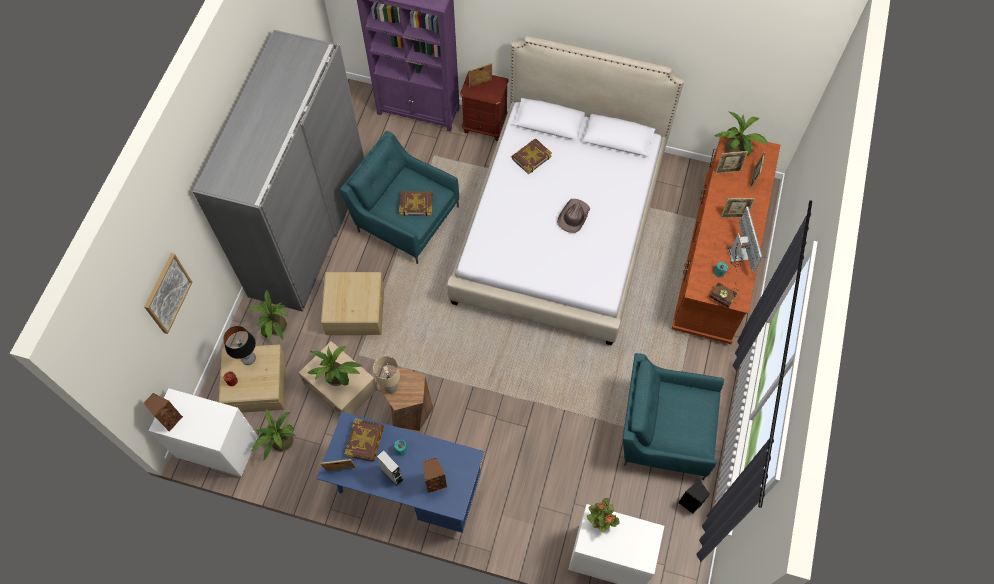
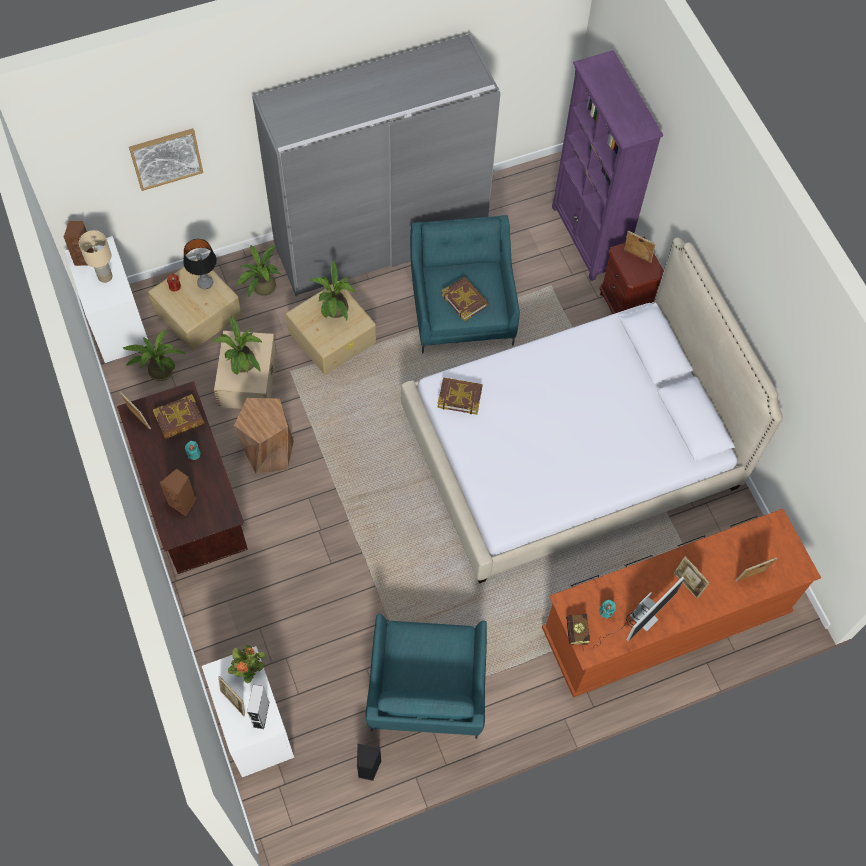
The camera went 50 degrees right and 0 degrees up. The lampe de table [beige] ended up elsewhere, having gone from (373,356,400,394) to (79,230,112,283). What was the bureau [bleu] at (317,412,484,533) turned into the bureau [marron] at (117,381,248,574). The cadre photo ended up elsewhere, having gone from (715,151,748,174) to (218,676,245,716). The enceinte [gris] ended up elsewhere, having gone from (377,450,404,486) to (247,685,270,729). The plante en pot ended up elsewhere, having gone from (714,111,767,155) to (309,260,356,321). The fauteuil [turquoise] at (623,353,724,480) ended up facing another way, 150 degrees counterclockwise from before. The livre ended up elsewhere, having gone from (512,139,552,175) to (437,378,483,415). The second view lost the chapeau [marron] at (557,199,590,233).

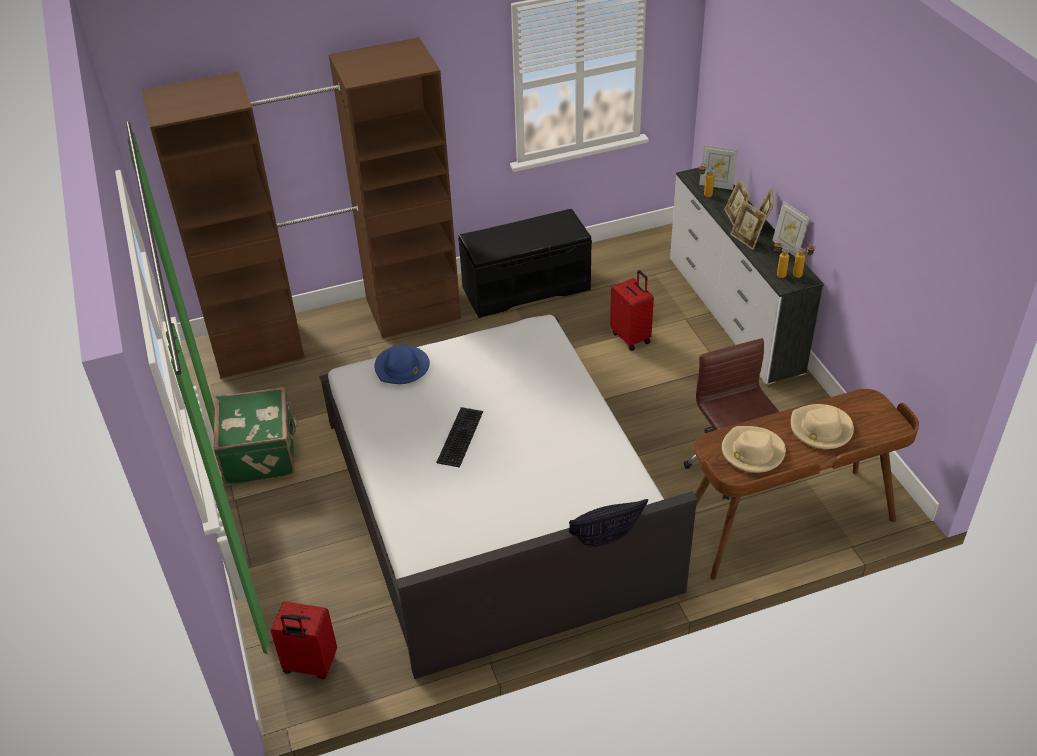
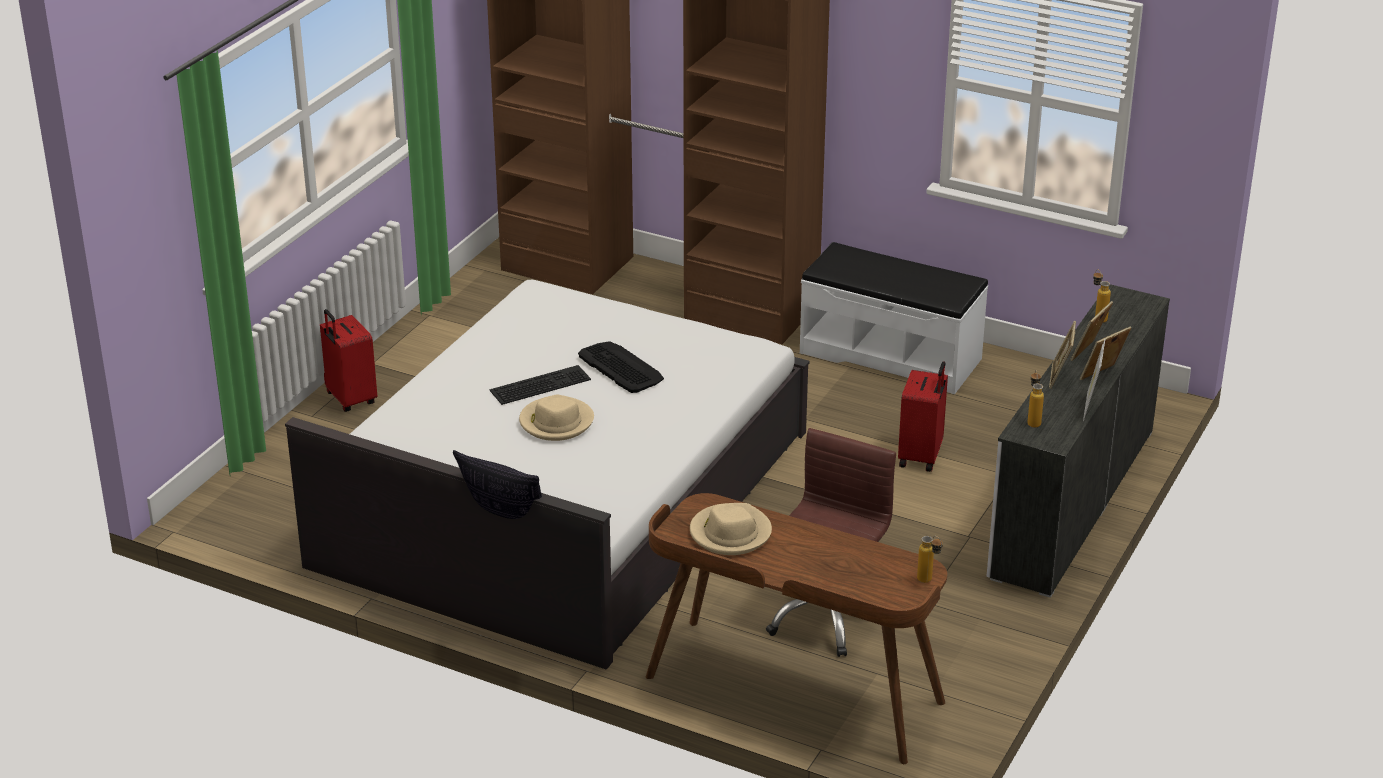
The camera went 45 degrees right and 10 degrees down. The valise [rouge] ended up elsewhere, having gone from (271,602,337,679) to (320,309,377,412). The chapeau [beige] ended up elsewhere, having gone from (791,404,854,449) to (519,395,594,441). The second view gained the clavier at (578,341,664,393). What was the banc [noir] at (458,209,592,318) turned into the banc [blanc] at (800,242,988,394). The bouteille ended up elsewhere, having gone from (793,244,816,278) to (917,536,943,583). The second view lost the valise [vert] at (214,387,298,485). The second view lost the chapeau [bleu] at (374,345,430,384). The second view lost the cadre photo at (699,145,738,190).

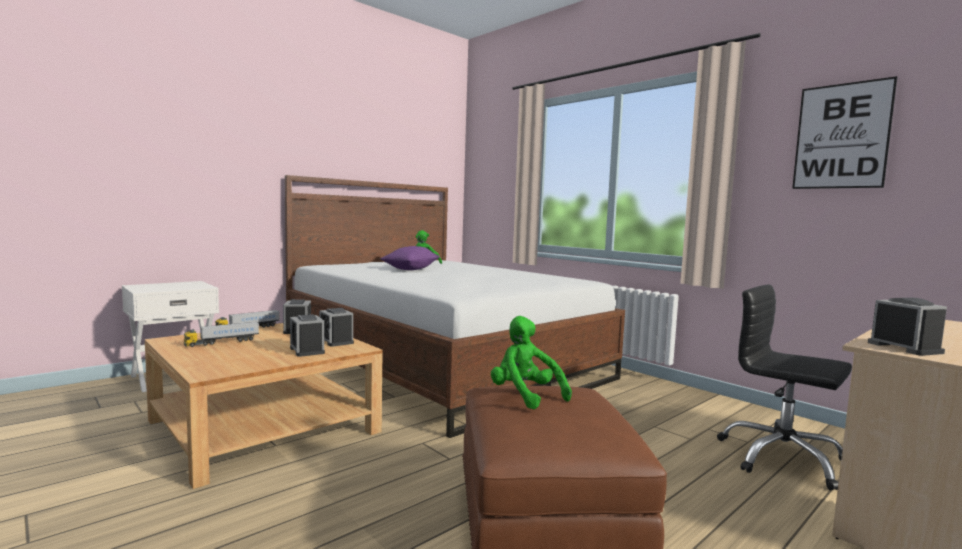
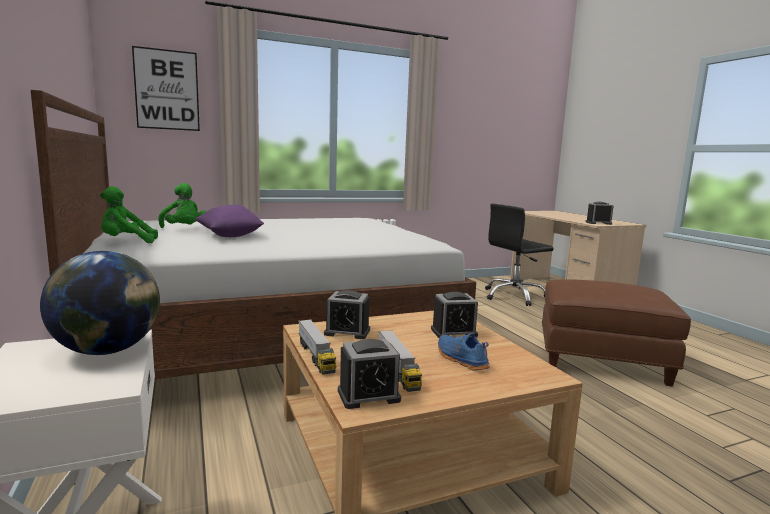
The camera went 70 degrees left and 5 degrees up. The second view gained the globe at (40,251,160,355). The peluche [vert] ended up elsewhere, having gone from (491,316,572,409) to (100,186,158,243). The tableau ended up elsewhere, having gone from (792,76,897,189) to (132,46,200,131). The réveil ended up elsewhere, having gone from (319,308,354,347) to (338,339,401,409). The second view gained the chaussure [bleu] at (438,333,490,371).

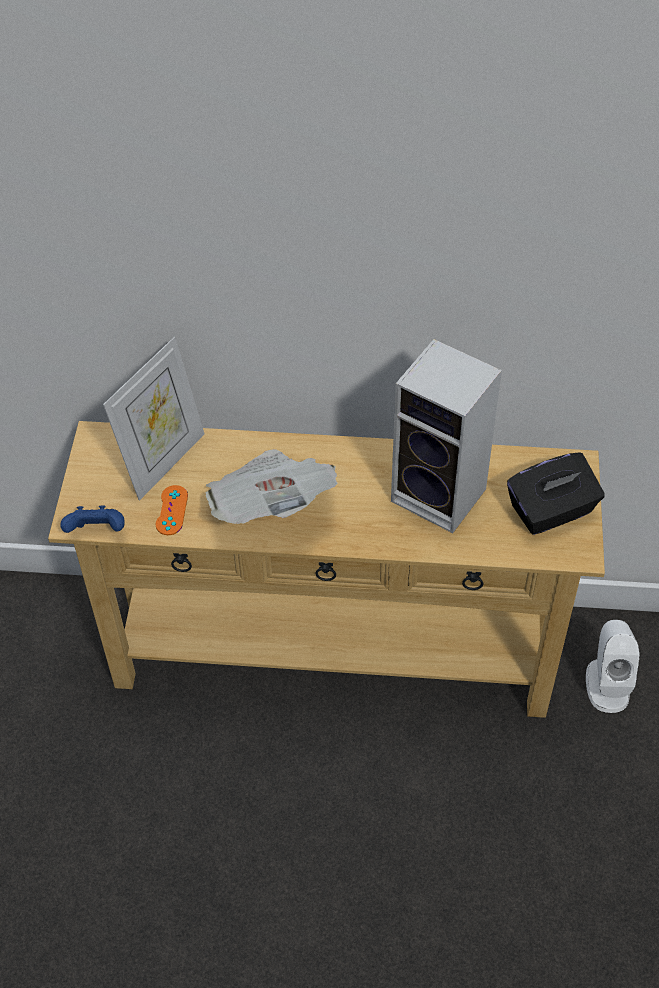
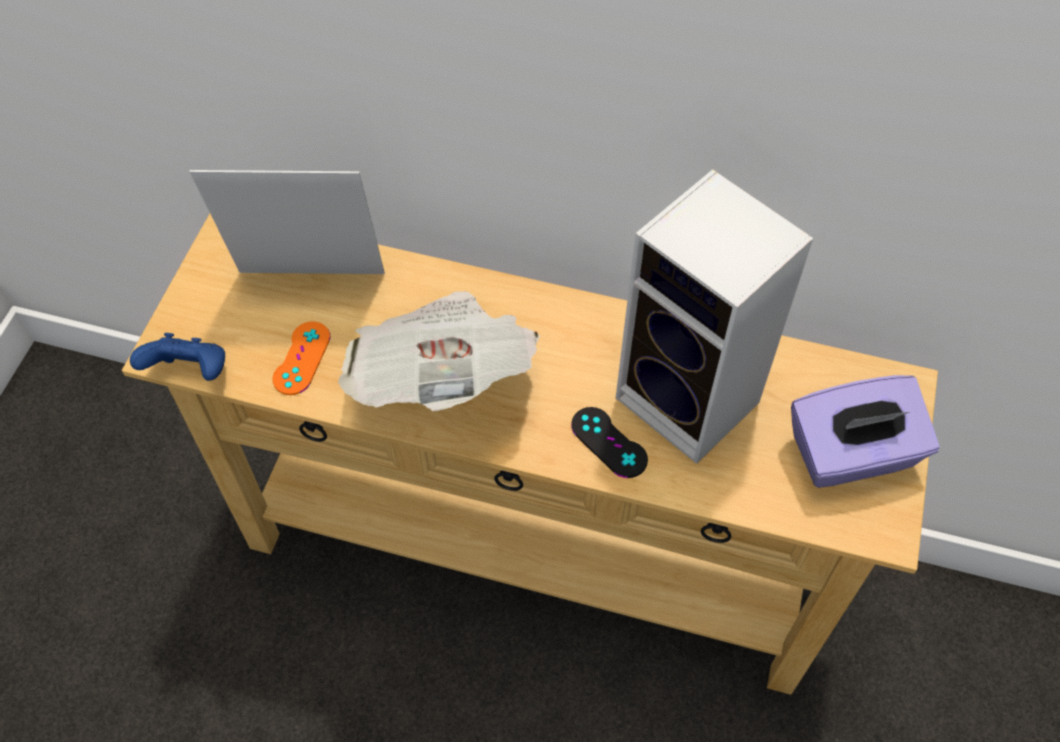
The camera went 10 degrees right and 5 degrees up. The cadre photo at (103,337,204,501) ended up facing another way, 135 degrees counterclockwise from before. The second view gained the manette [noir] at (571,407,648,478). What was the boîte à mouchoirs [noir] at (507,452,605,535) turned into the boîte à mouchoirs [violet] at (791,375,940,488). The second view lost the enceinte [blanc] at (586,620,640,713).

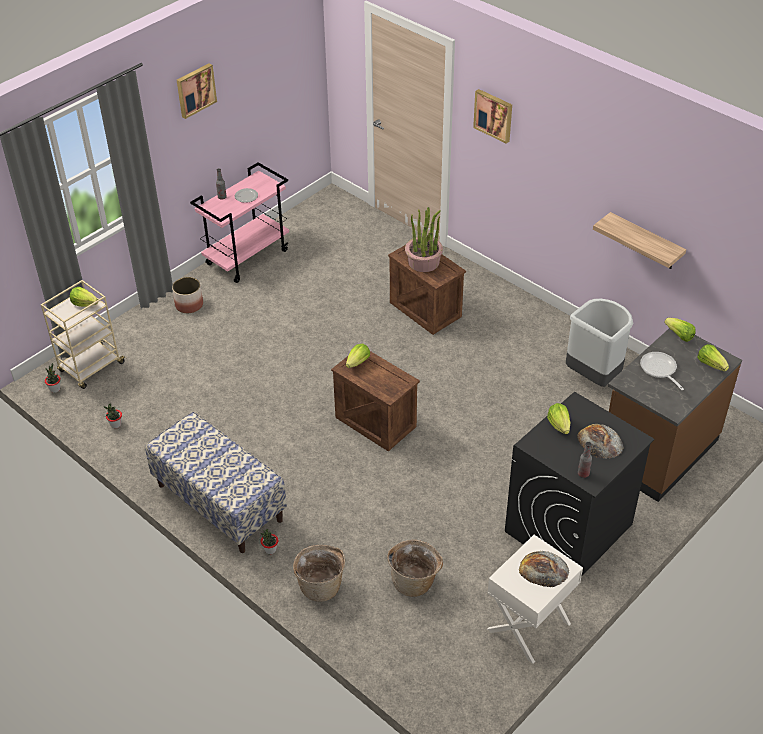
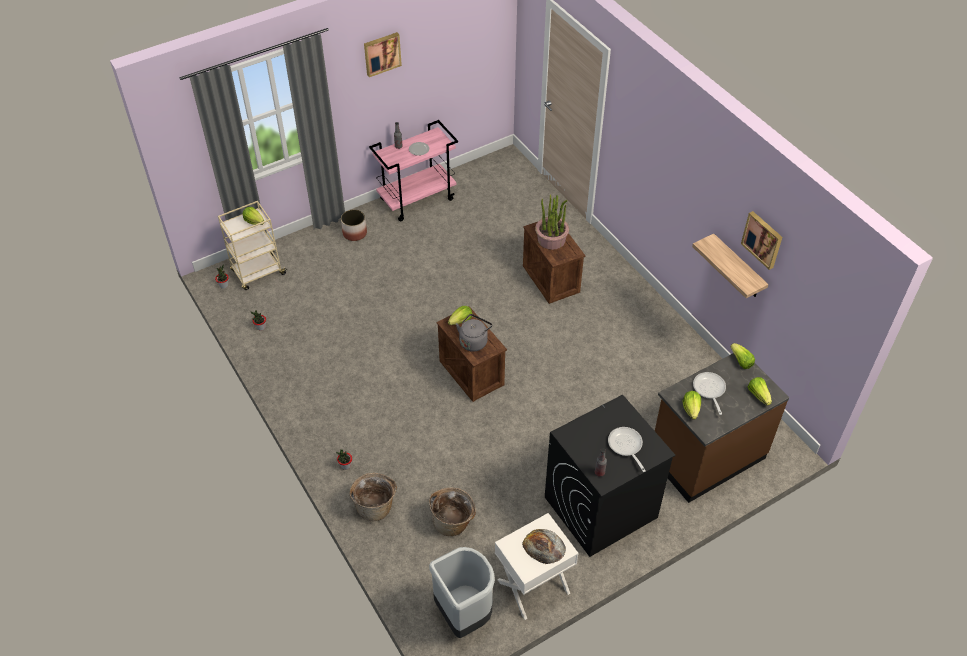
The camera went 15 degrees right and 5 degrees up. The poubelle [gris] ended up elsewhere, having gone from (566,299,633,387) to (429,547,495,638). The second view gained the bouilloire [gris] at (456,314,492,352). Where the pain stood at (577,424,624,459), the poêle came to stand at (608,427,646,472). The laitue ended up elsewhere, having gone from (547,403,570,434) to (683,391,701,420). The tableau ended up elsewhere, having gone from (473,89,512,144) to (741,211,782,270). The second view lost the banc at (145,412,287,553).

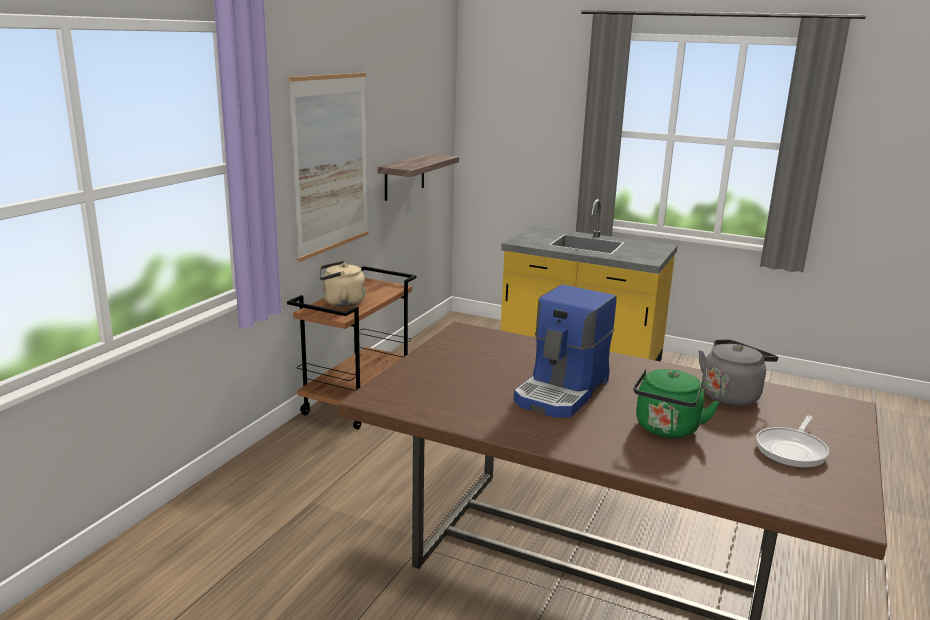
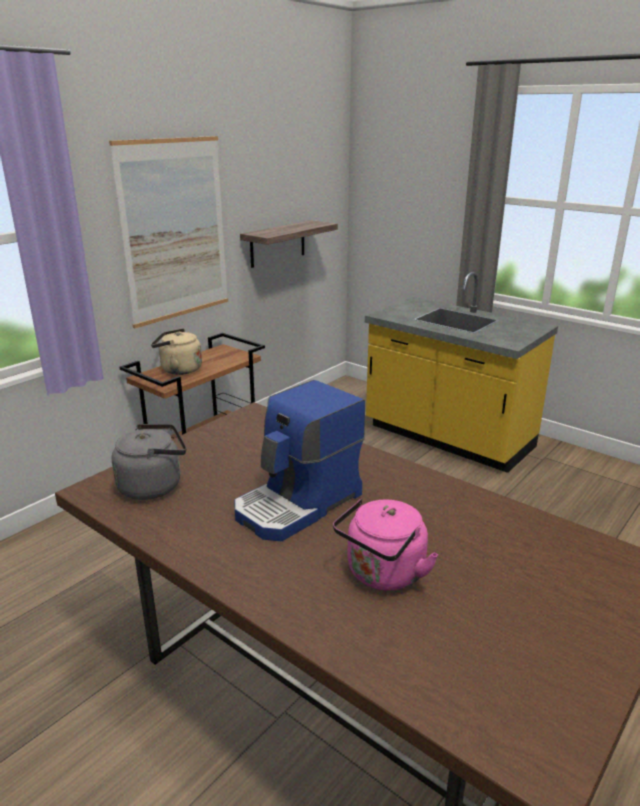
The camera went 15 degrees right and 5 degrees up. The bouilloire [gris] ended up elsewhere, having gone from (699,340,778,406) to (112,424,186,500). What was the bouilloire [vert] at (633,369,719,438) turned into the bouilloire [rose] at (333,499,438,591). The second view lost the poêle at (756,416,829,468).

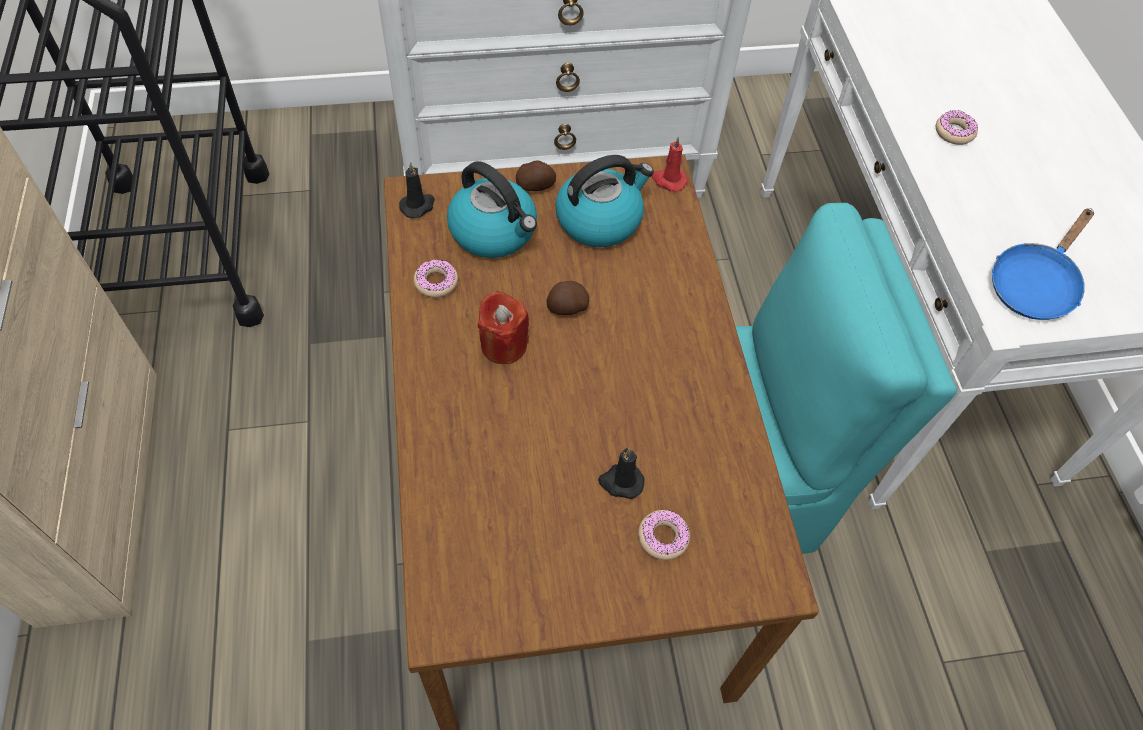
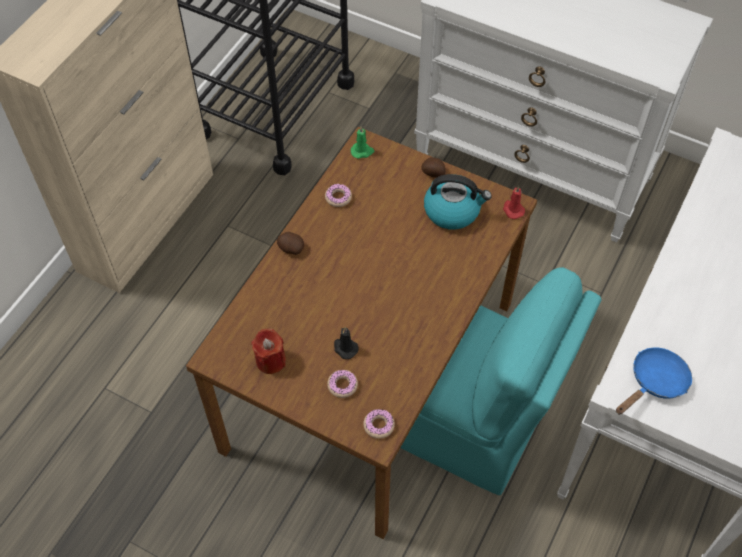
The camera went 40 degrees right and 0 degrees up. The bougie [rouge] ended up elsewhere, having gone from (478,291,529,364) to (251,329,286,374). The pomme de terre ended up elsewhere, having gone from (546,281,589,315) to (277,232,304,255). What was the bougie [noir] at (399,162,435,218) turned into the bougie [vert] at (351,126,375,159). The beignet ended up elsewhere, having gone from (936,110,978,145) to (363,409,395,439). The poêle [bleu] at (992,208,1094,320) ended up facing another way, 150 degrees clockwise from before. The second view lost the bouilloire at (447,161,537,258).

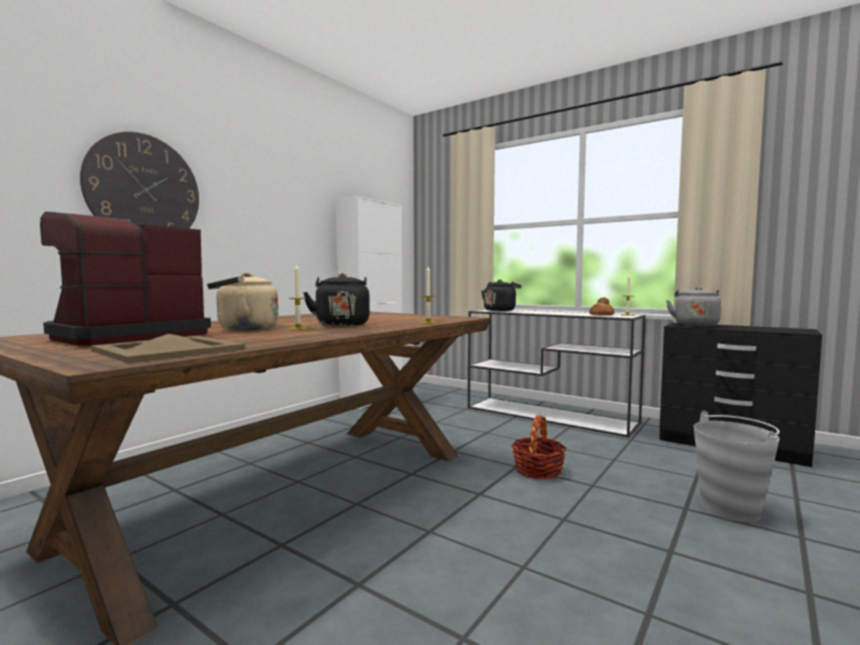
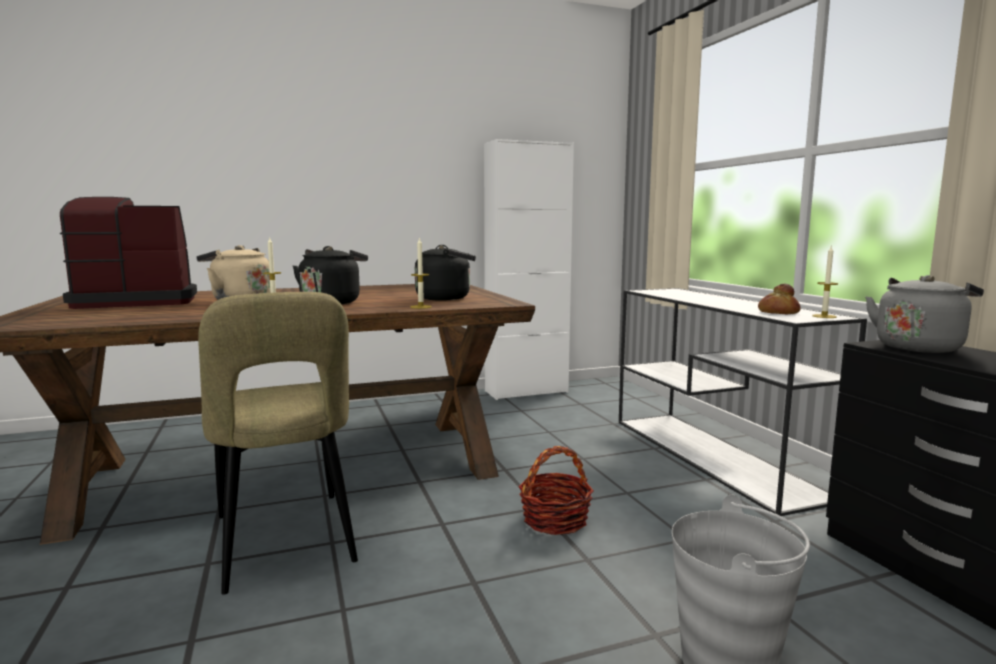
The camera went 35 degrees right and 5 degrees up. The second view gained the chaise [beige] at (198,292,358,595). The bouilloire [noir] ended up elsewhere, having gone from (481,280,522,311) to (415,245,476,300). The second view lost the horloge murale at (80,132,199,229). The second view lost the plateau [beige] at (91,334,245,363).

